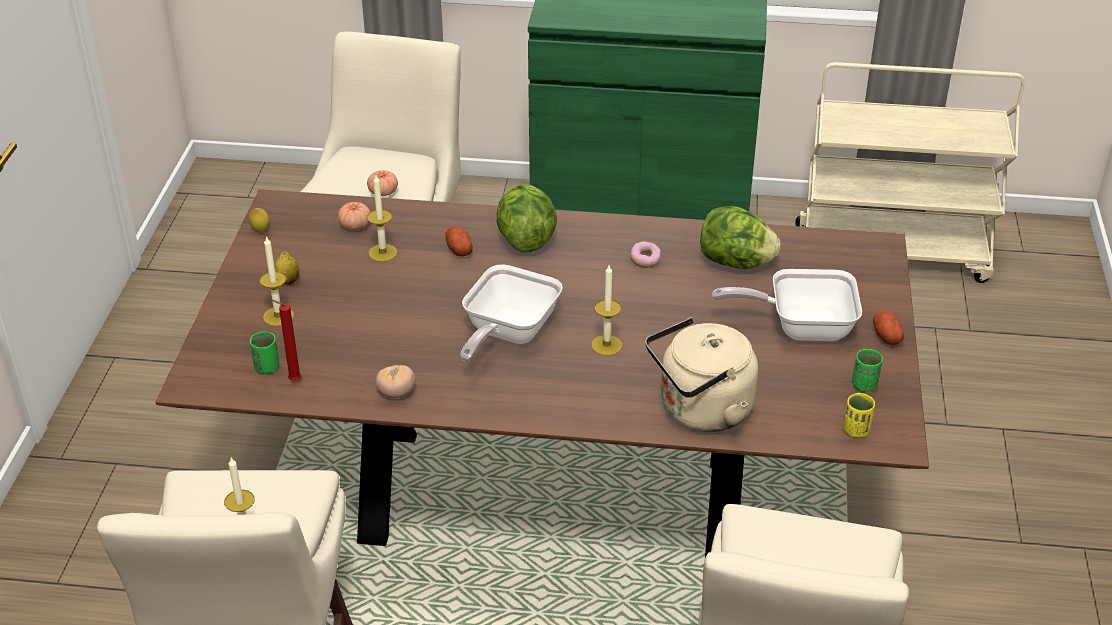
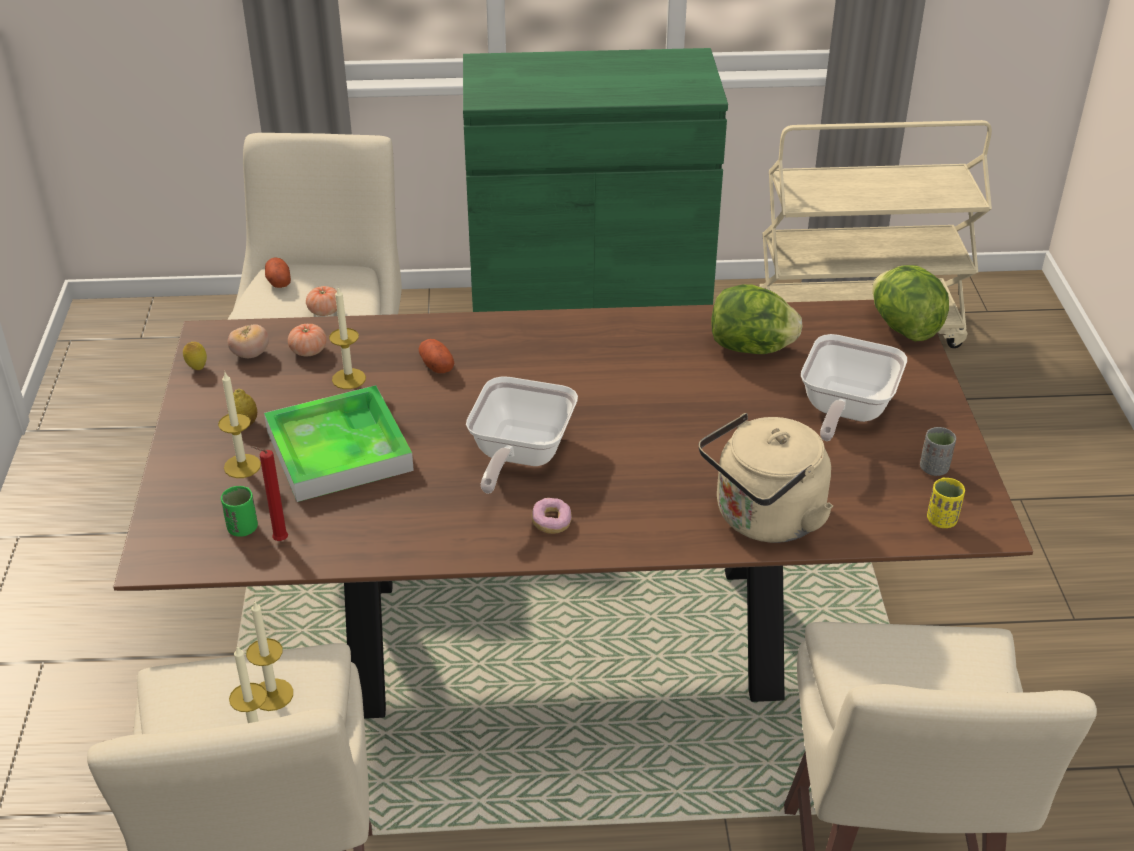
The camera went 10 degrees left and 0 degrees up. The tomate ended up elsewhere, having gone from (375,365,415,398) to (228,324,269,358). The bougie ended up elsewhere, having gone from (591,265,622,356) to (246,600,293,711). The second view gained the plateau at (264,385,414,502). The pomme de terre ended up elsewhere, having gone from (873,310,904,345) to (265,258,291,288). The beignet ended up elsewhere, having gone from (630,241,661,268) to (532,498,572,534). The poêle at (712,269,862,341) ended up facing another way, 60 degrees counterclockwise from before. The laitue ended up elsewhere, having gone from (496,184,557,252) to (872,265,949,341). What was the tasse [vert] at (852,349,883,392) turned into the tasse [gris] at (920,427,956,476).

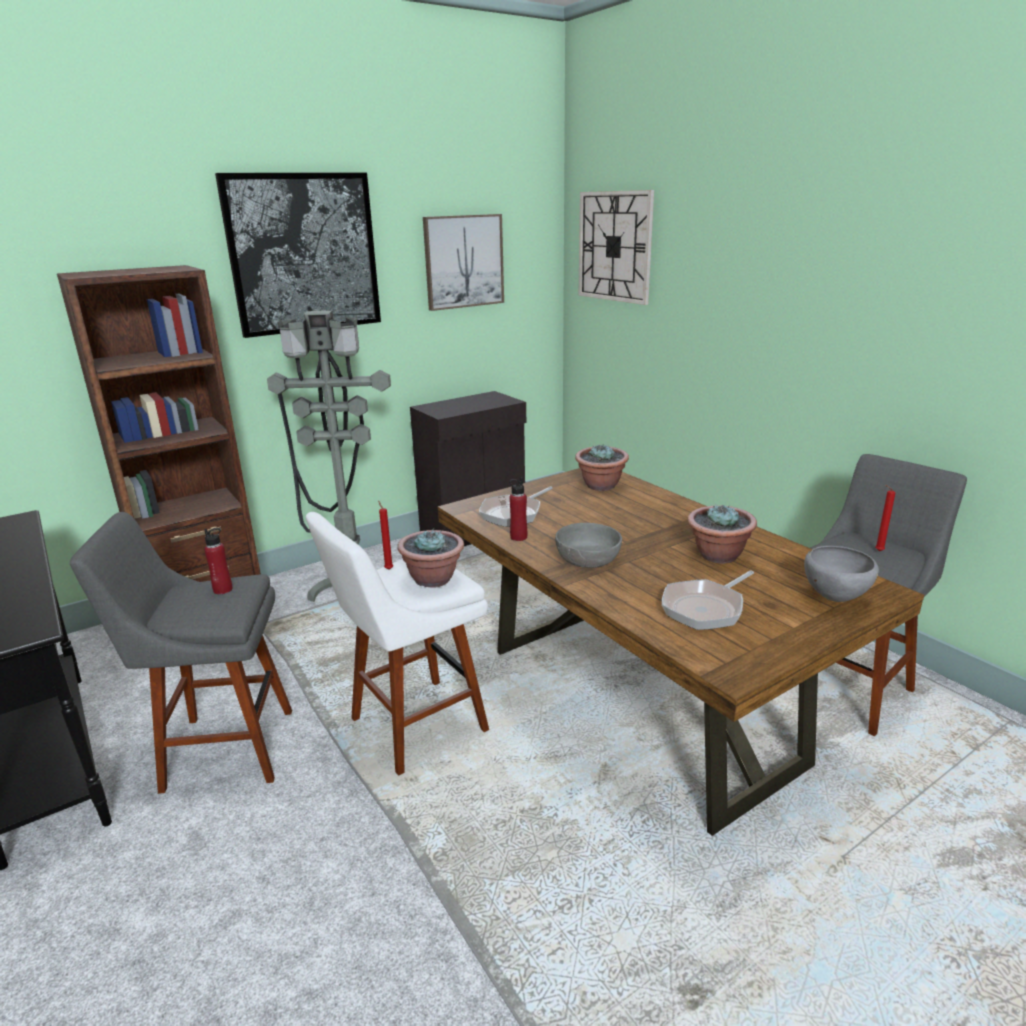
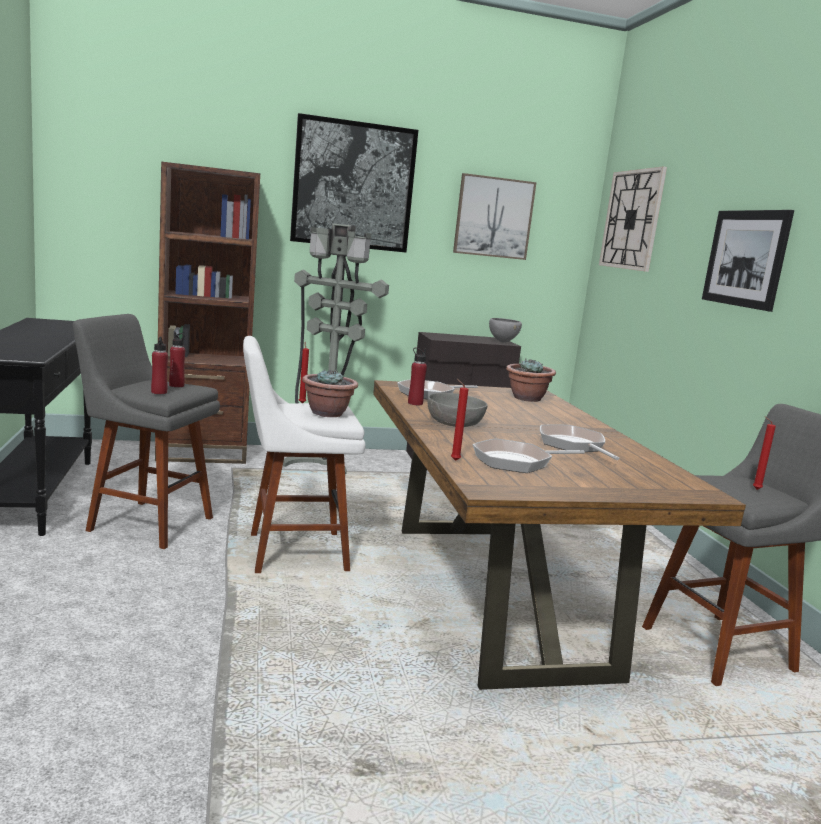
The camera went 20 degrees right and 10 degrees down. The second view gained the bouteille [rouge] at (151,336,168,394). The second view gained the bougie [rouge] at (451,379,468,461). The bol [gris] ended up elsewhere, having gone from (804,546,879,602) to (489,318,522,343). Where the plante en pot stood at (688,504,757,564), the poêle came to stand at (540,425,620,460). The second view gained the tableau at (702,210,794,312).

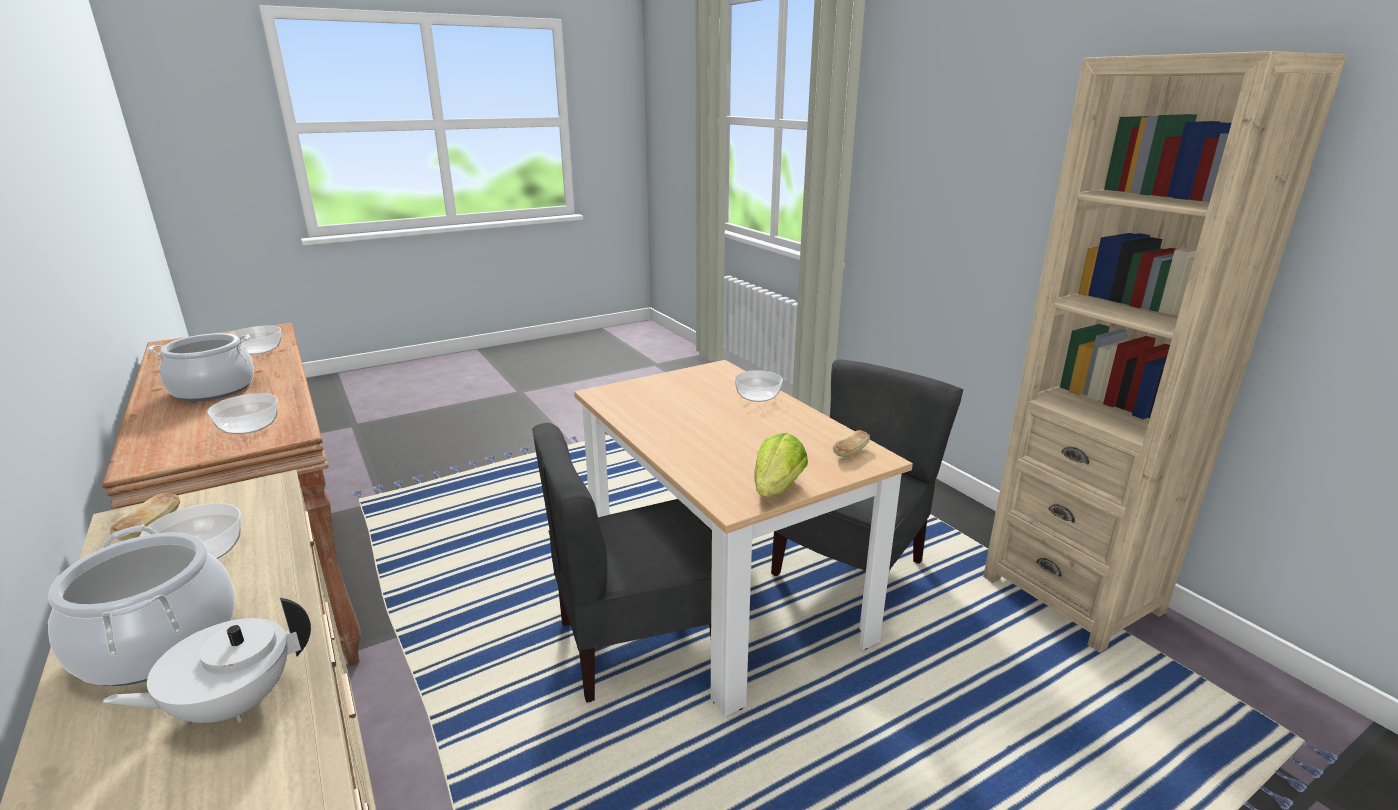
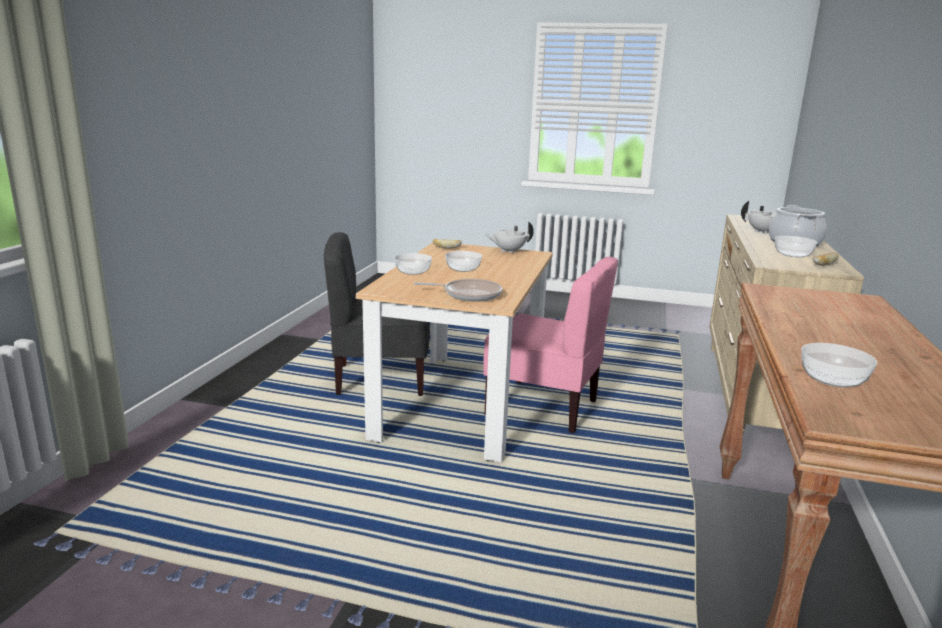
The camera went 135 degrees left and 5 degrees down. The second view gained the poêle at (414,279,503,302). The bol ended up elsewhere, having gone from (207,393,278,434) to (445,251,482,272). What was the chaise [gris] at (532,423,712,703) turned into the chaise [rose] at (483,257,618,433). Where the laitue stood at (754,433,808,497), the théière [blanc] came to stand at (485,221,534,253). The second view lost the marmite at (147,333,254,401). The second view lost the bibliothèque [beige] at (983,51,1347,653).

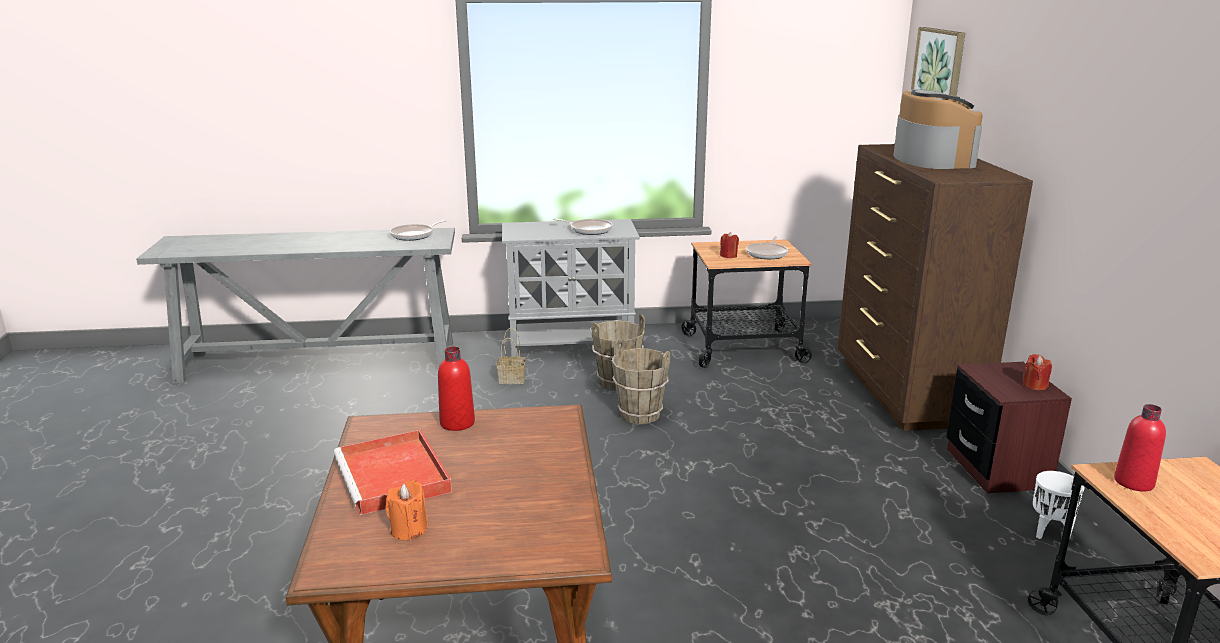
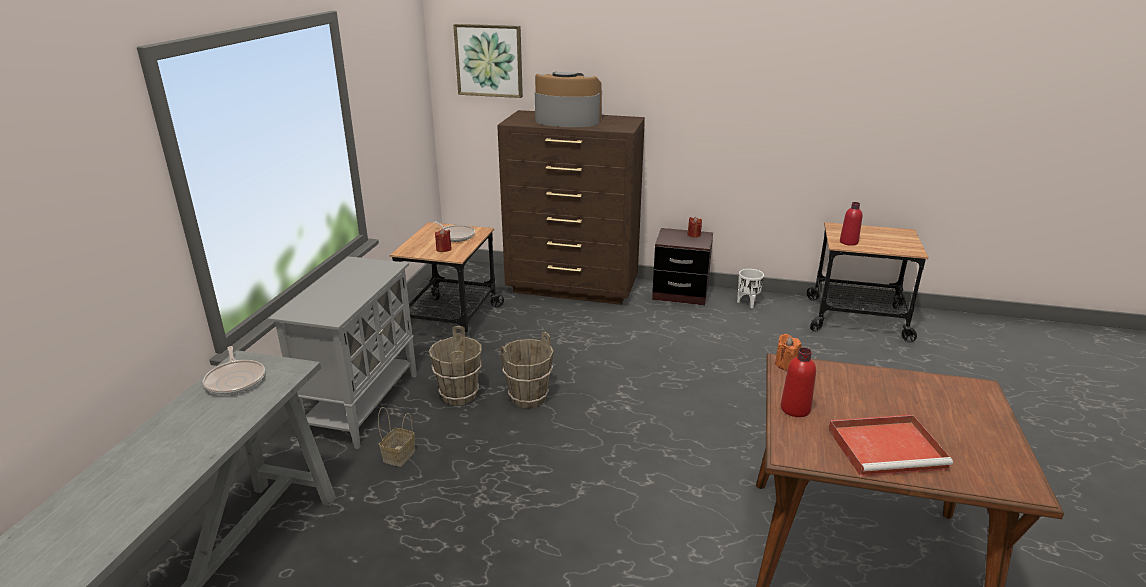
The camera went 70 degrees left and 5 degrees up. The bougie [orange] ended up elsewhere, having gone from (385,480,428,540) to (775,334,802,370). The second view lost the poêle at (553,219,613,235).

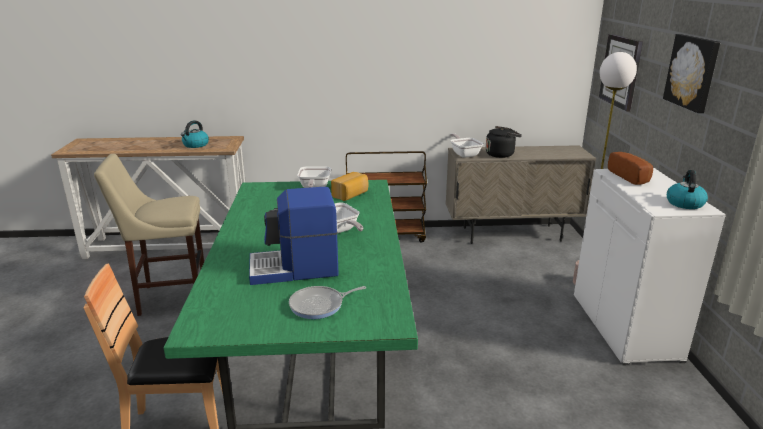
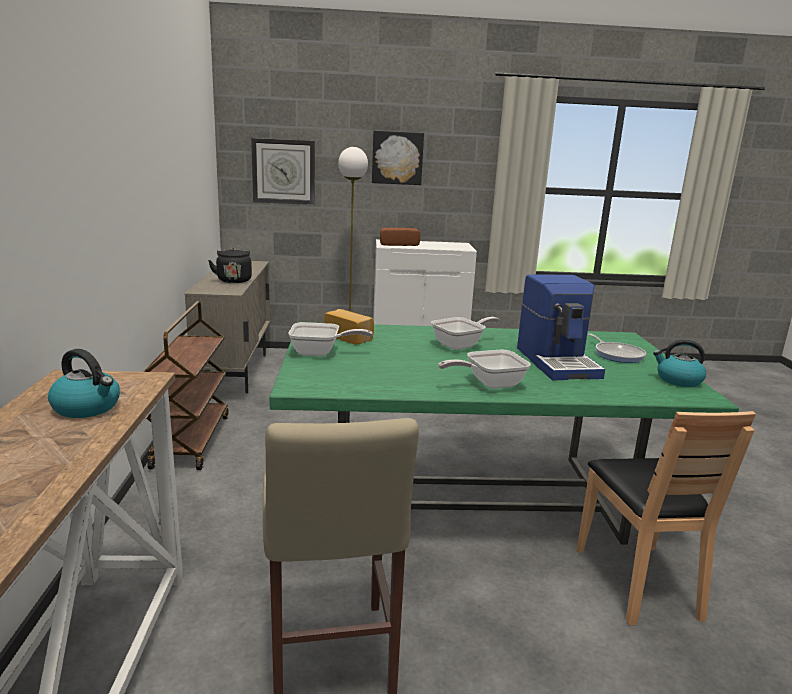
The camera went 90 degrees left and 5 degrees down. The poêle ended up elsewhere, having gone from (450,133,484,158) to (438,350,531,389). The bouilloire ended up elsewhere, having gone from (667,170,708,209) to (653,339,706,387).

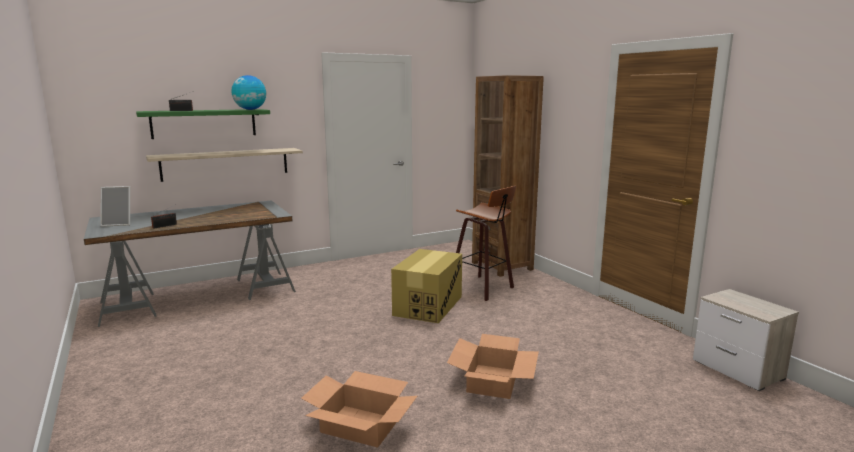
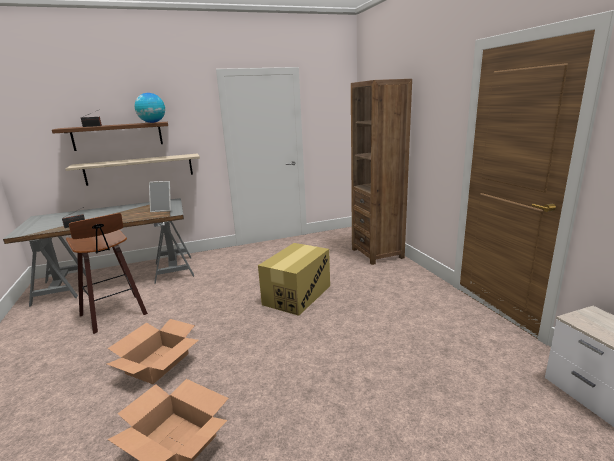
The camera went 10 degrees right and 5 degrees up. What was the étagère [vert] at (136,109,270,139) turned into the étagère [marron] at (52,122,168,151). The tabouret ended up elsewhere, having gone from (456,186,516,301) to (66,213,148,334). The carton ended up elsewhere, having gone from (447,334,539,399) to (107,319,199,384). The cadre photo ended up elsewhere, having gone from (101,186,130,227) to (149,181,171,212).

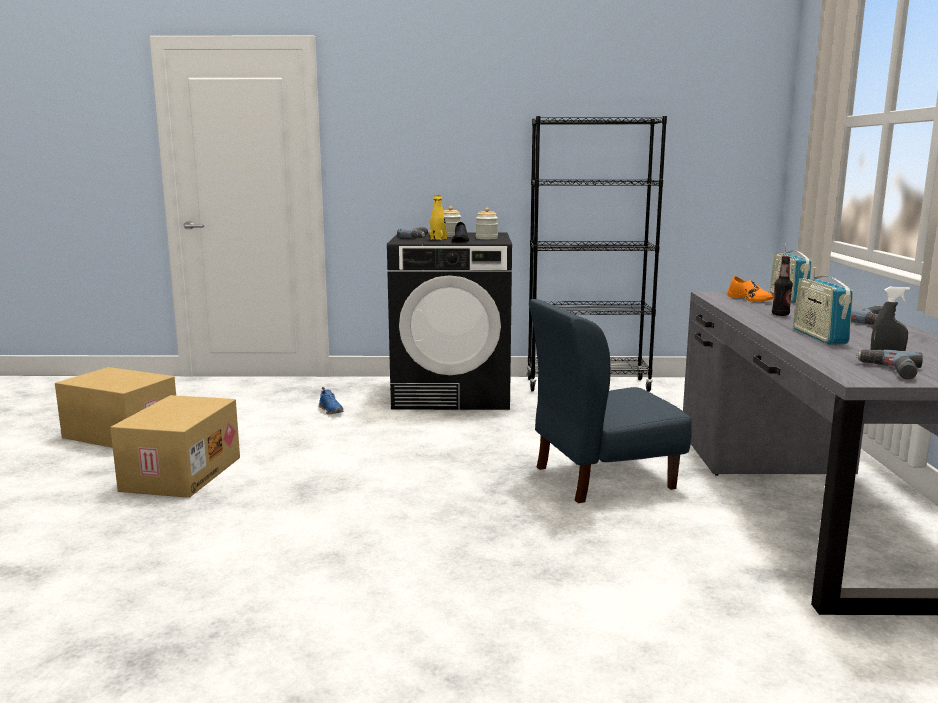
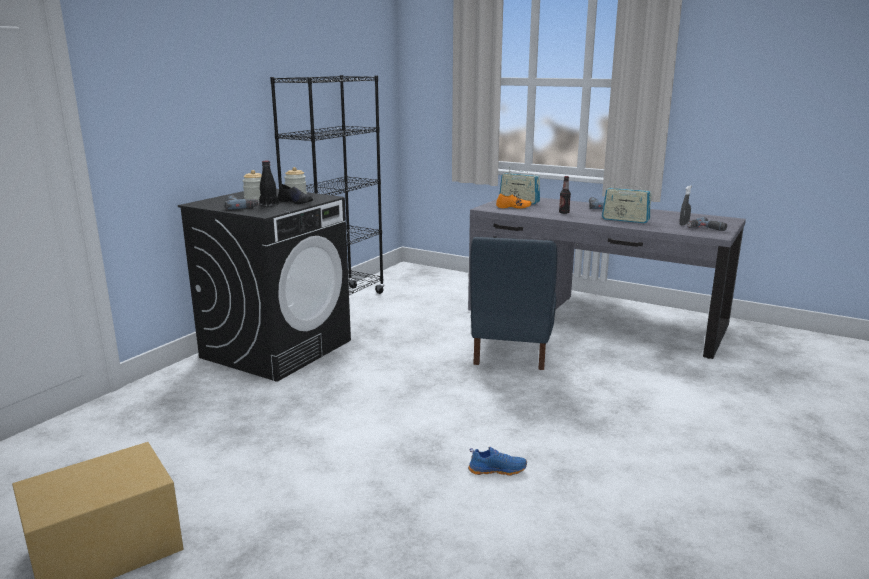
The camera went 60 degrees left and 5 degrees up. What was the bouteille [jaune] at (429,195,447,240) turned into the bouteille [noir] at (259,161,279,207). The chaussure [bleu] ended up elsewhere, having gone from (319,387,344,415) to (468,447,527,476). The second view lost the carton at (110,395,240,498).

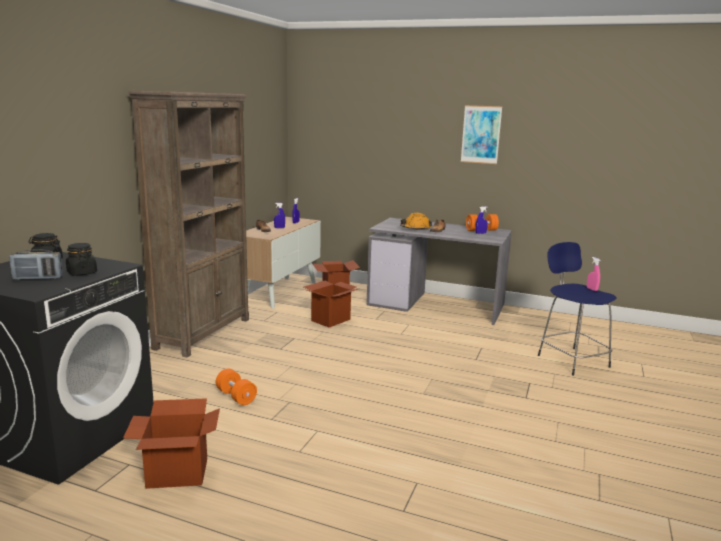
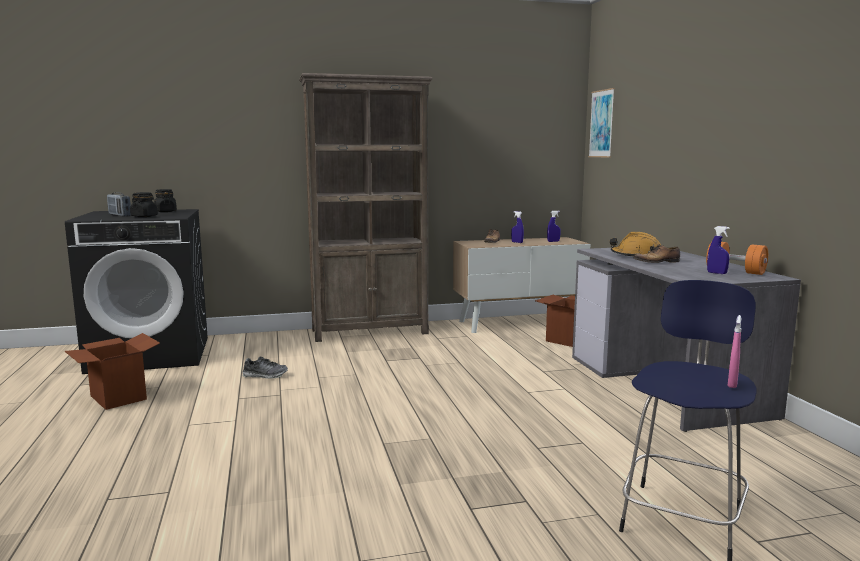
The camera went 55 degrees right and 5 degrees down. Where the haltère [orange] stood at (216,368,257,405), the chaussure came to stand at (242,357,288,379). The tableau ended up elsewhere, having gone from (461,105,502,164) to (588,88,615,157). The second view lost the carton at (304,281,358,327).

